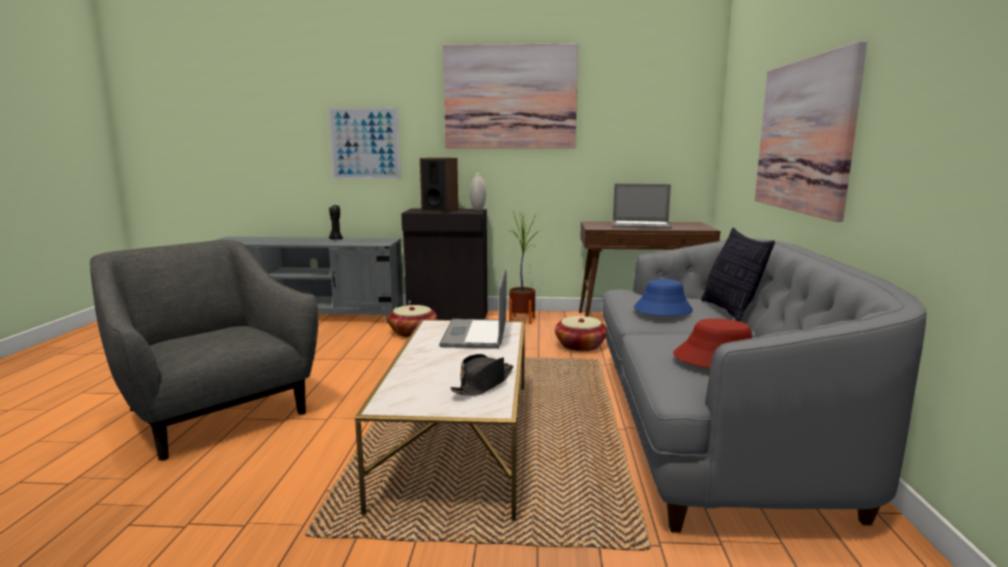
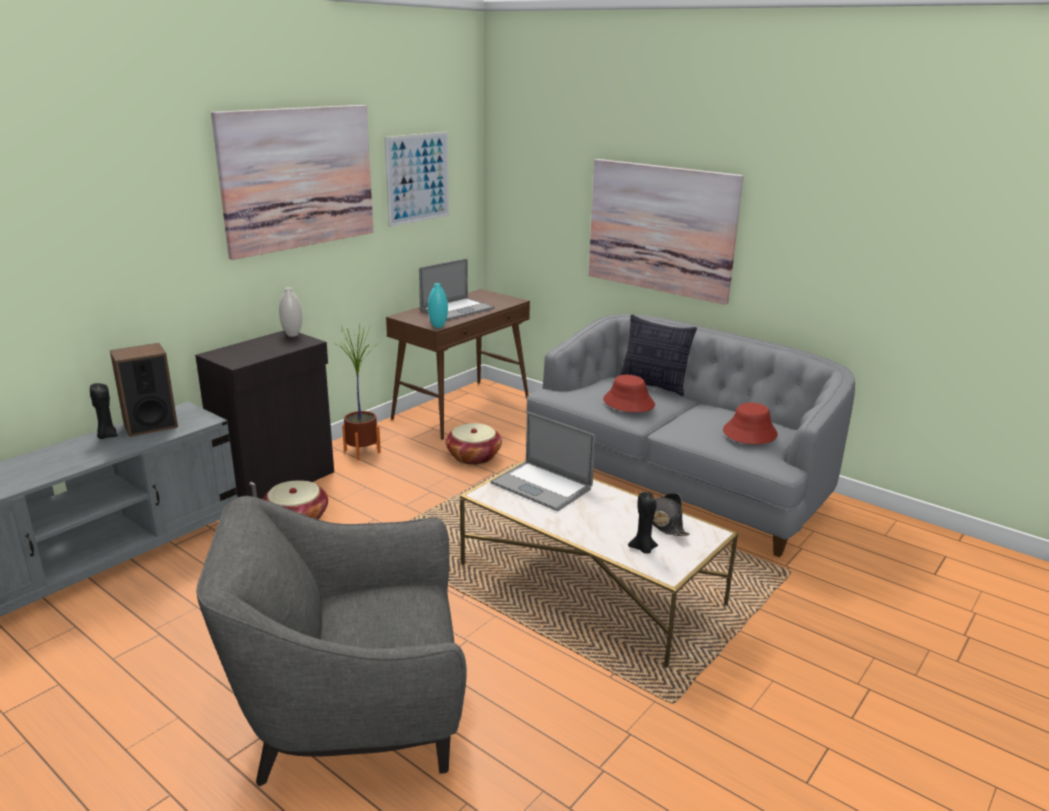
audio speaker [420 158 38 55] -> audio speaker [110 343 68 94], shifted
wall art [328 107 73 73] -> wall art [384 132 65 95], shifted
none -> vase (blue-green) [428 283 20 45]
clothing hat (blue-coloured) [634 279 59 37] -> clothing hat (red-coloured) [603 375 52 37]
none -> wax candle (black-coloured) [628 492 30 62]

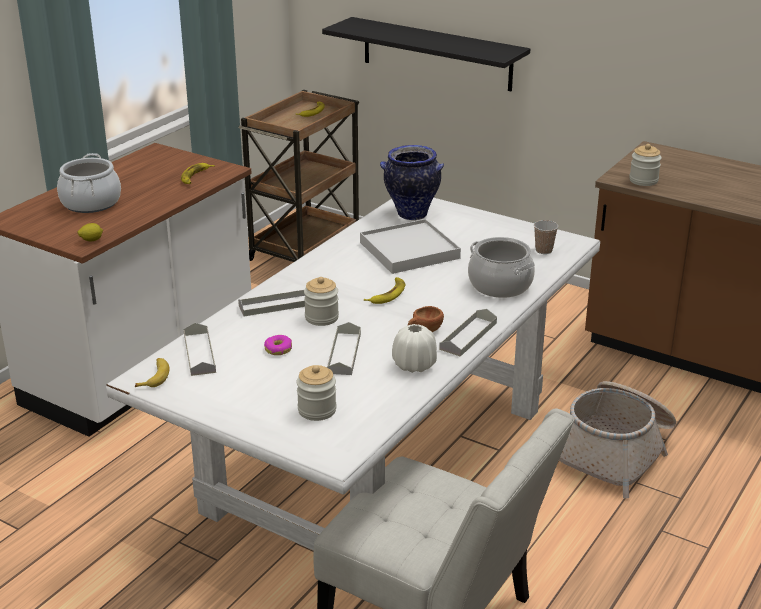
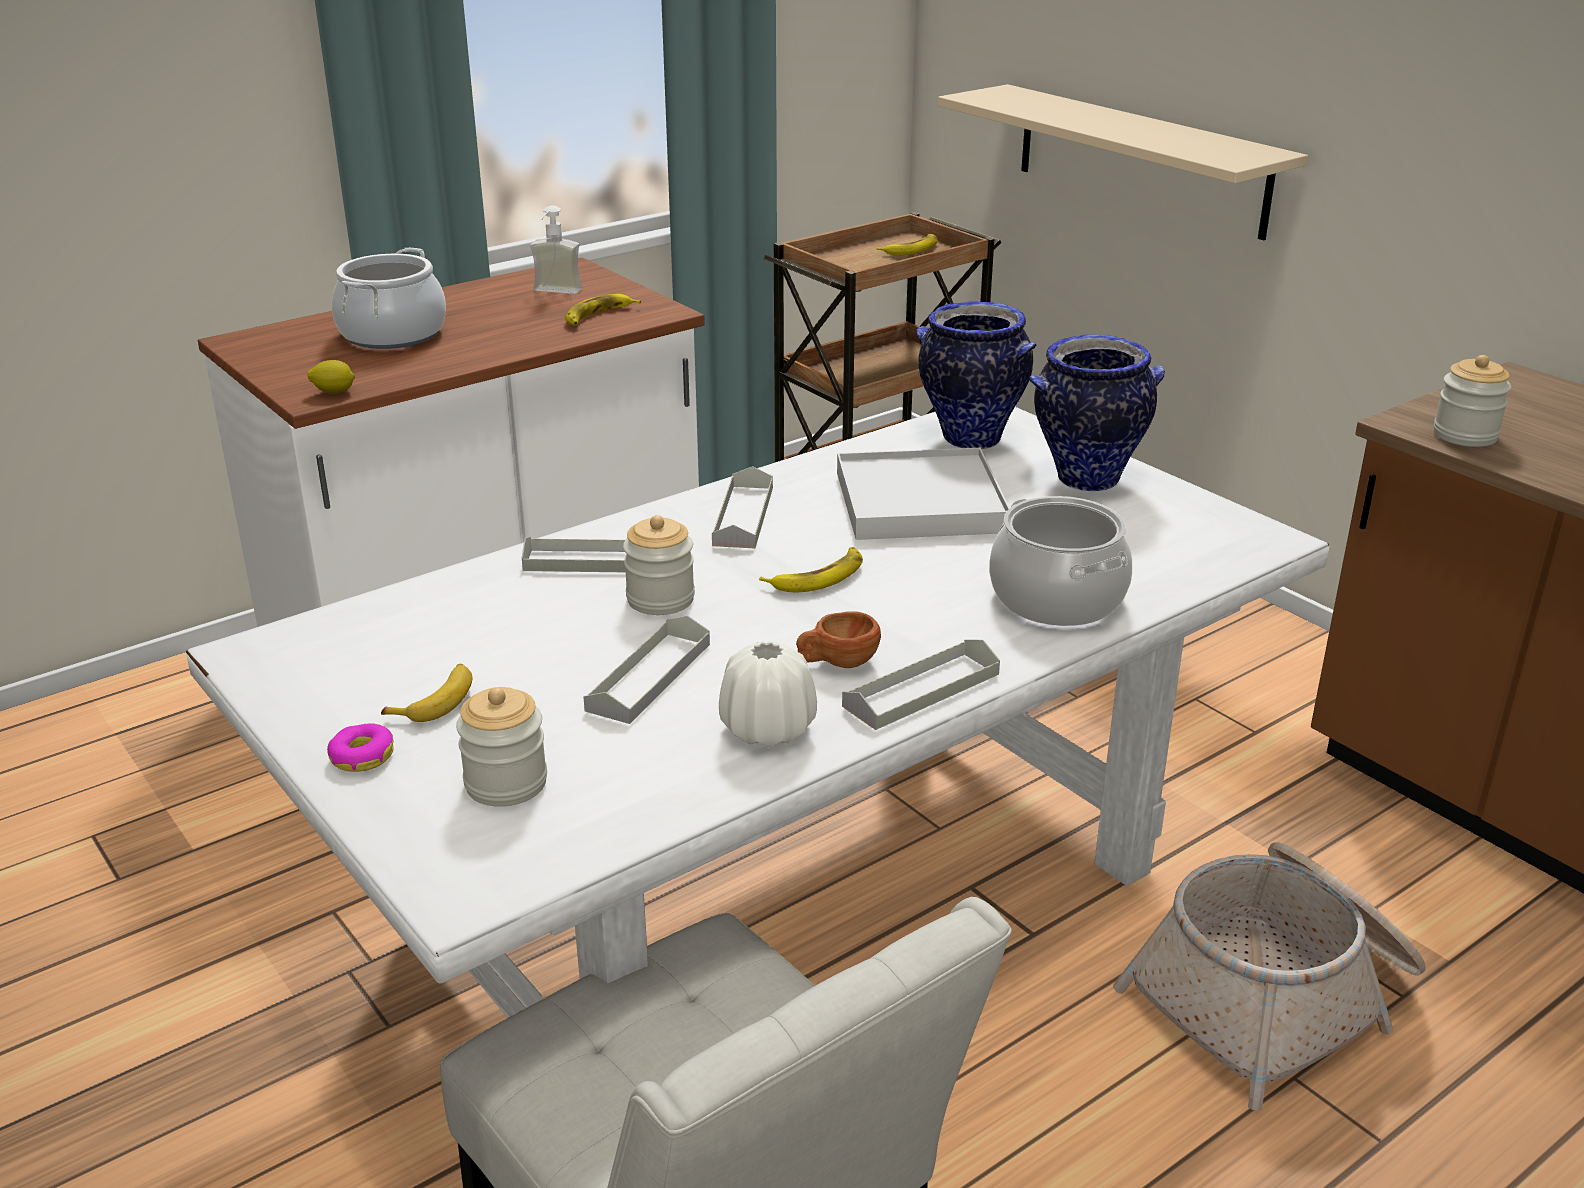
doughnut [264 335 28 20] -> doughnut [327 723 67 49], shifted
banana [135 358 34 29] -> banana [381 664 91 58], shifted
none -> soap dispenser [530 206 52 88]
serving tray (gray) [184 323 32 53] -> serving tray (gray) [712 466 61 83], shifted
wall shelf (black-coloured) [322 17 208 74] -> wall shelf (beige) [937 84 371 156]
none -> vase [1029 334 136 157]
drinking cup [534 220 24 34] -> none

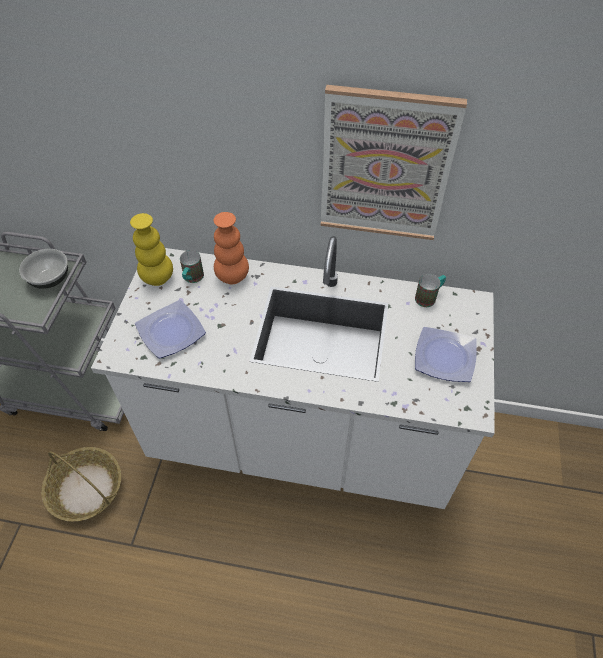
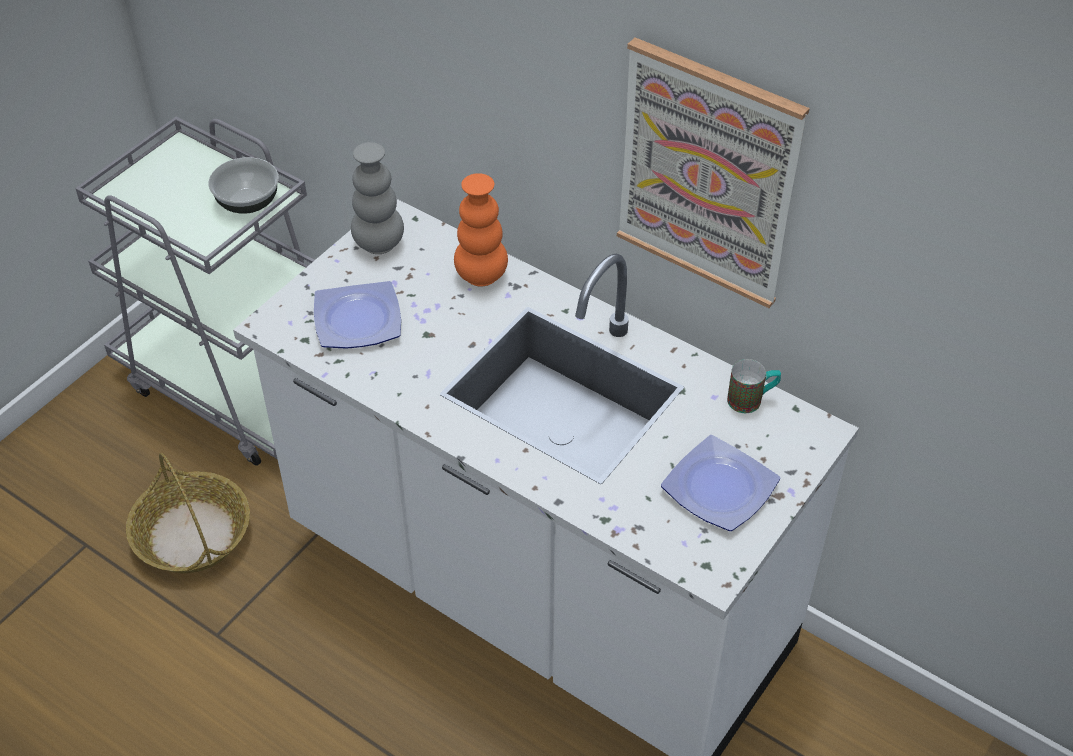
vase (yellow) [130 213 43 73] -> vase (gray) [351 142 53 112]
tea mug [180 250 24 33] -> none

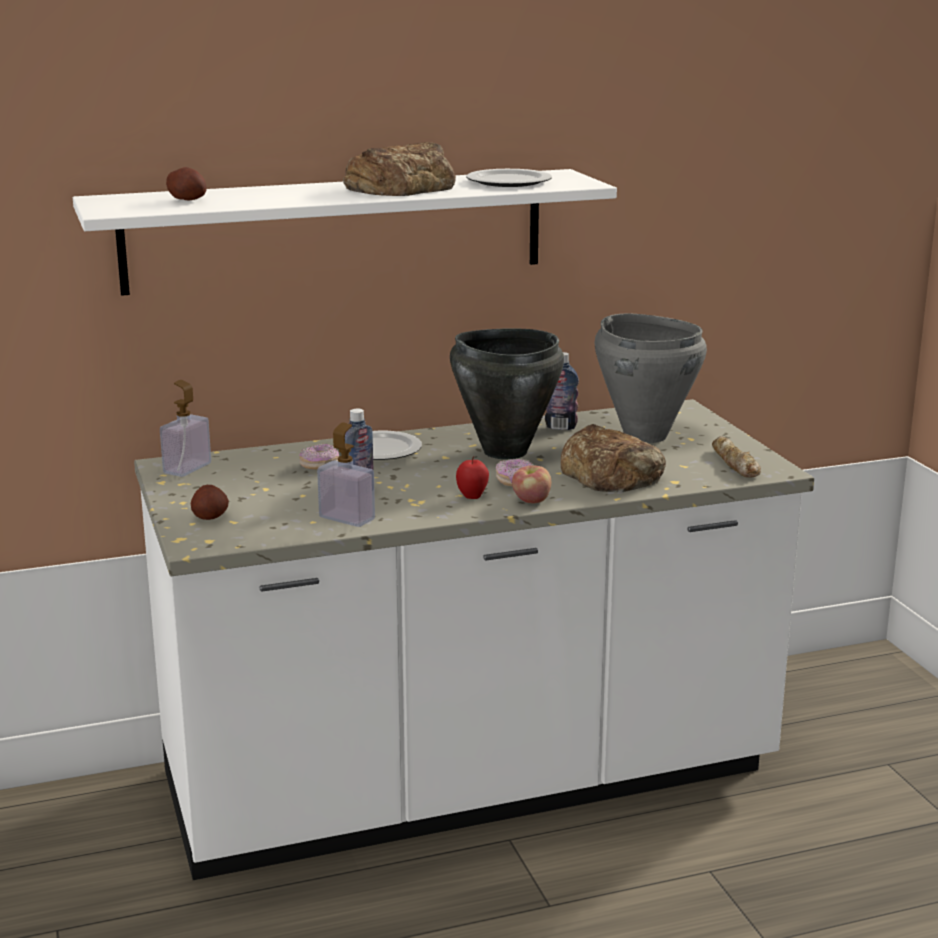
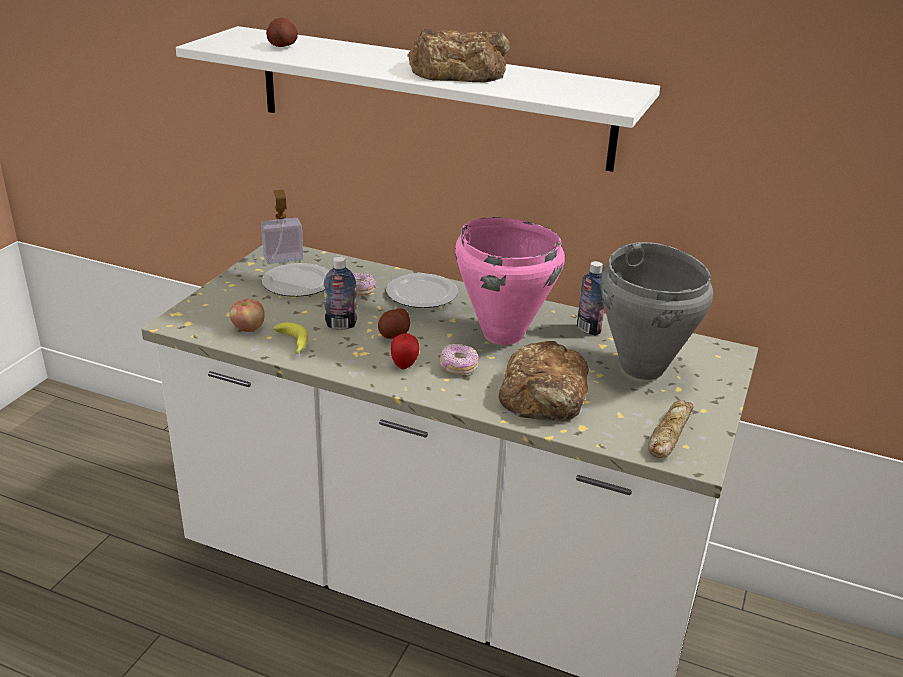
apple [512 465 39 38] -> apple [230 299 35 33], shifted
flat dish [466 169 86 18] -> flat dish [262 263 67 34], shifted
soap dispenser [317 422 58 105] -> banana [273 322 35 32]
potato [191 485 38 35] -> potato [378 308 32 31], shifted
cooking pot (black-coloured) [450 328 114 131] -> cooking pot (pinkish) [455 217 110 128]

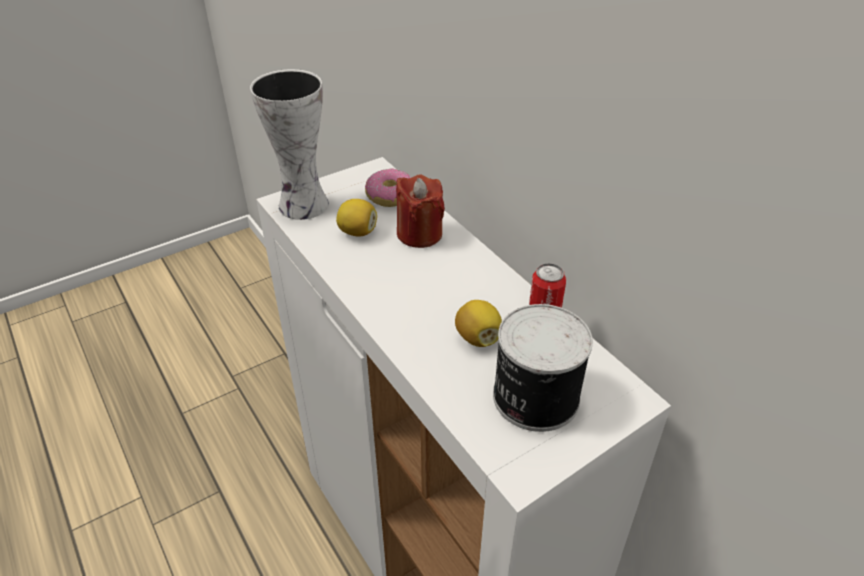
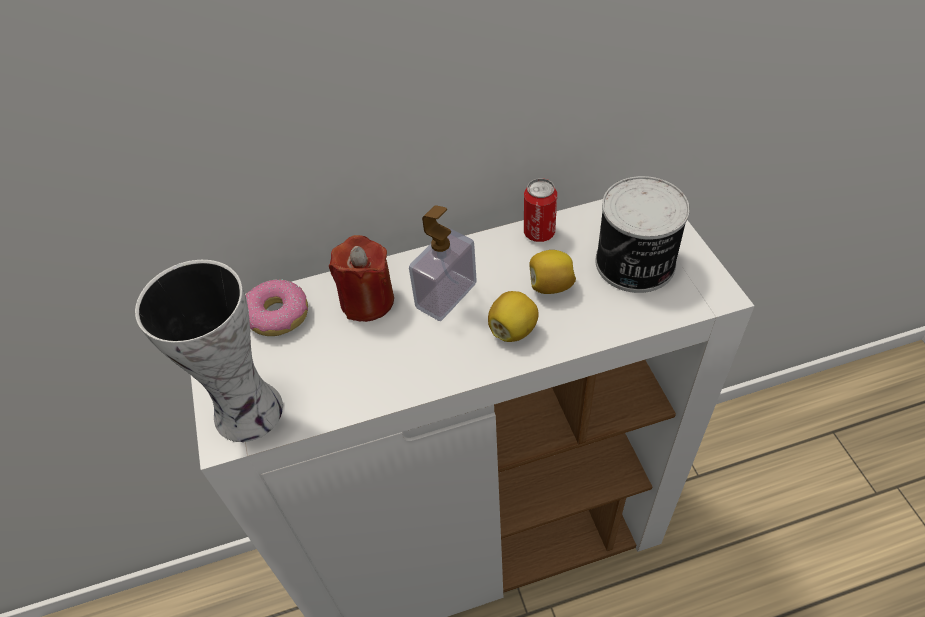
none -> soap dispenser [409 205 68 116]
lemon [336 199 41 38] -> lemon [488 291 51 51], shifted

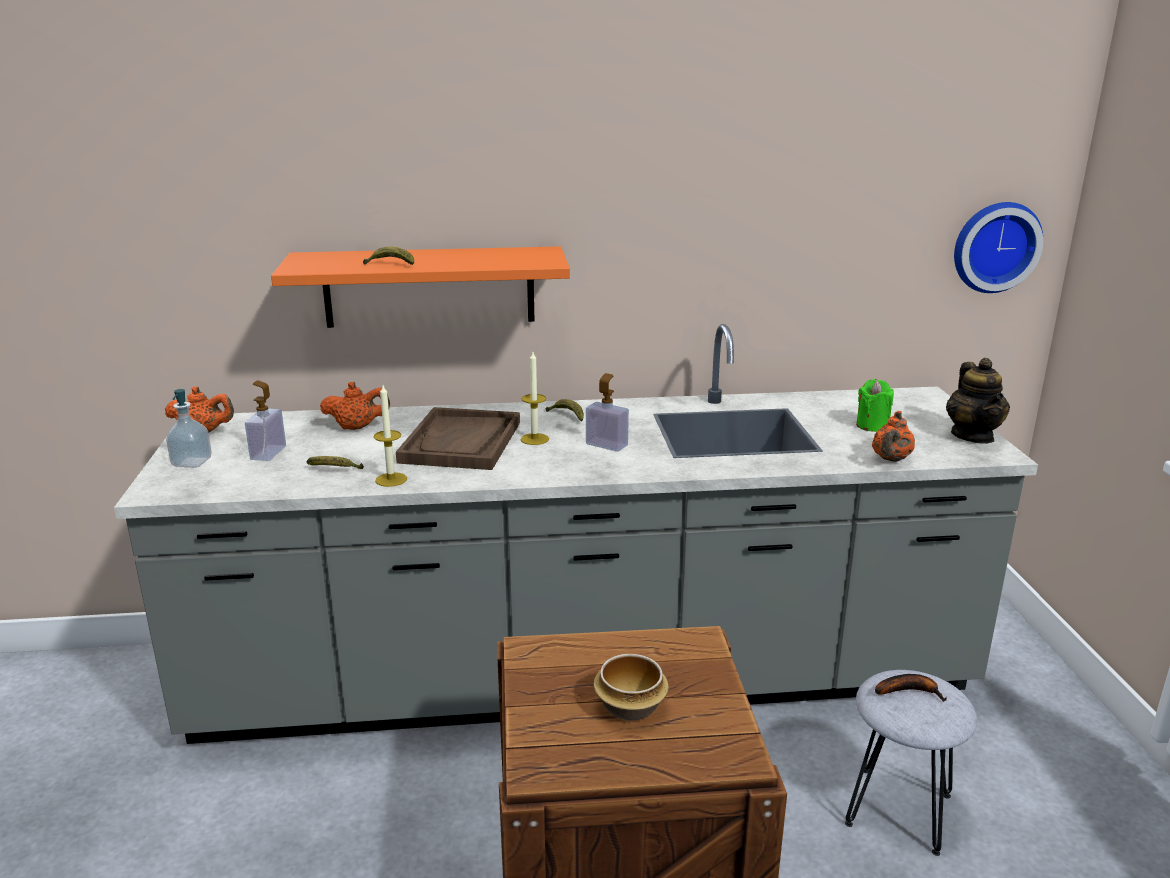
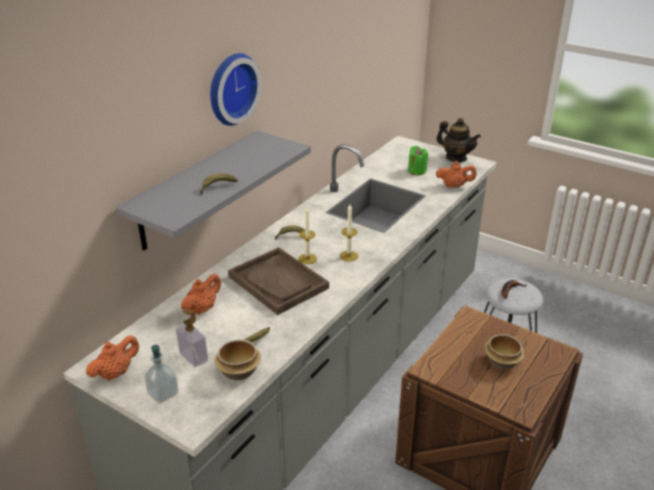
wall shelf (orangey) [271 246 299 82] -> wall shelf (gray) [116 130 195 121]
clock on the wall [954 202 89 91] -> clock on the wall [210 53 52 73], shifted
none -> deep dish [214 339 47 42]
wax candle [374 385 33 102] -> wax candle [340 205 18 57], shifted
teapot (orangey) [872 411 43 51] -> teapot (orangey) [436 161 40 27], 60 degrees counterclockwise
soap dispenser [586 373 43 79] -> none

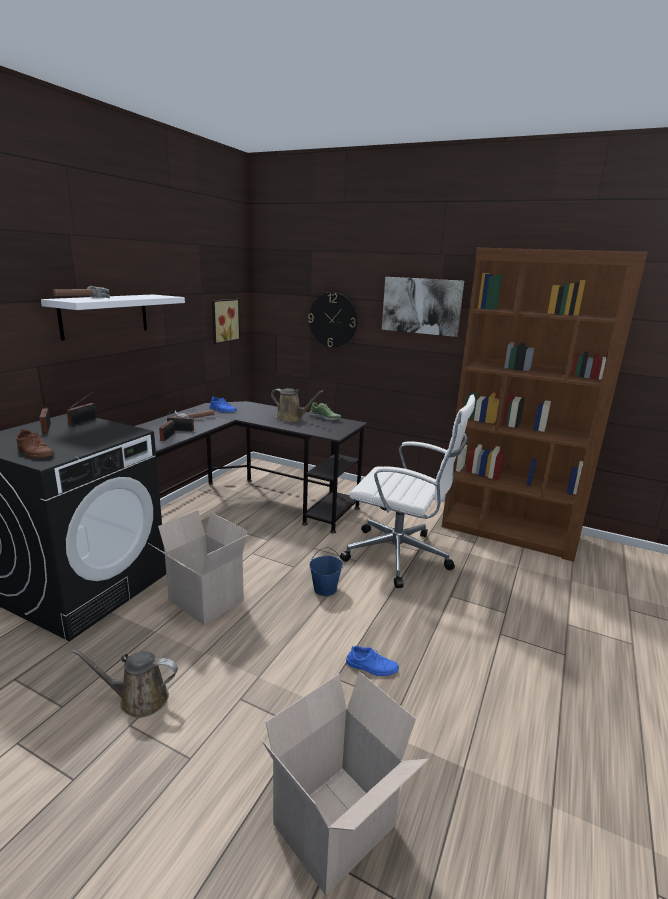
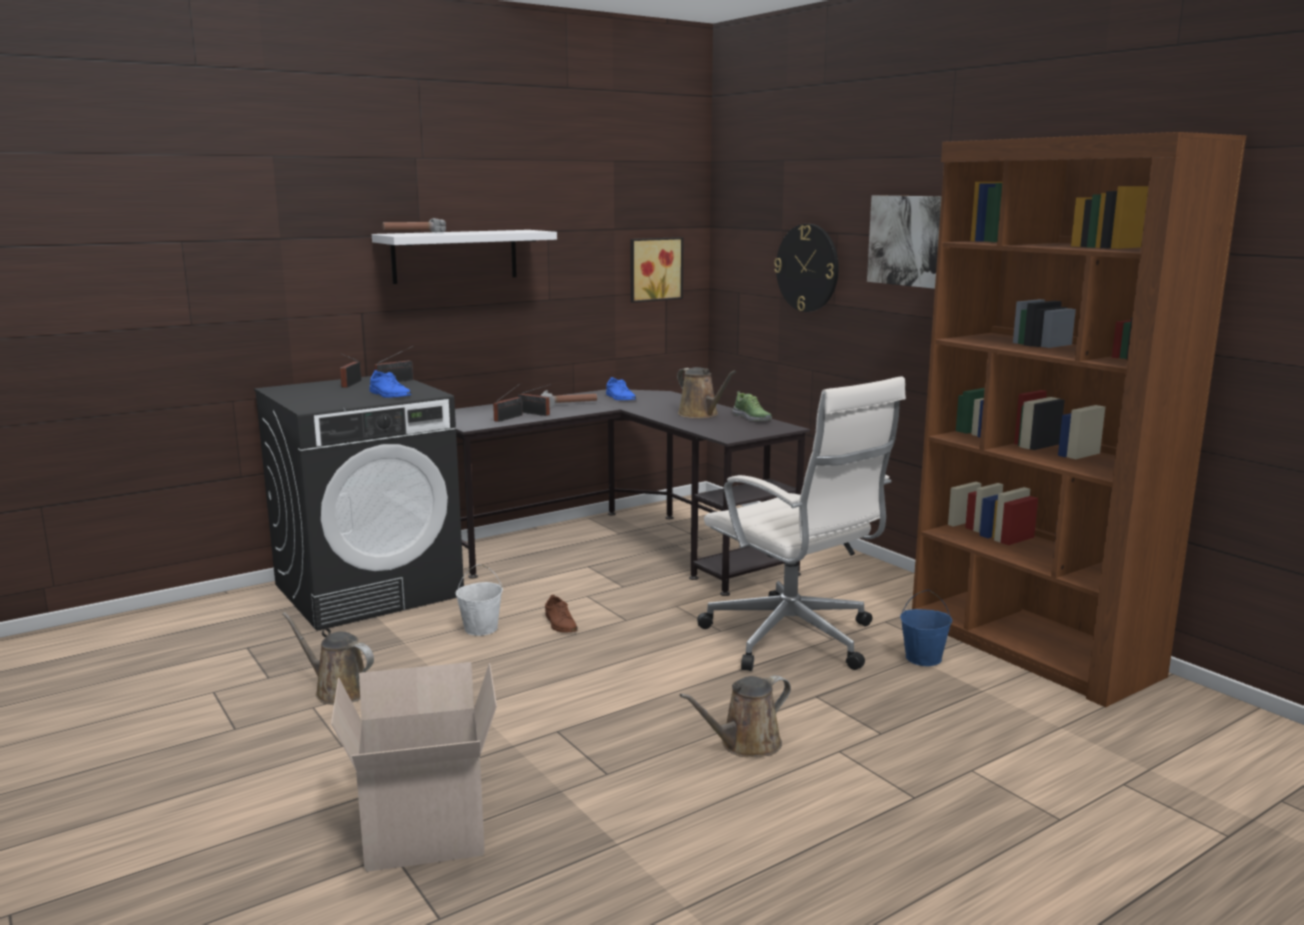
shoe (blue-coloured) [346 646 53 30] -> shoe (blue-coloured) [370 370 41 28], shifted
cardboard box [148 510 100 115] -> water bucket (white-coloured) [456 564 47 72]
shoe (brown-coloured) [16 429 38 29] -> shoe (brown-coloured) [545 594 32 38], shifted
none -> sprinkling can (brown-coloured) [680 675 111 82]
water bucket (blue-coloured) [310 547 33 49] -> water bucket (blue-coloured) [900 590 52 76], shifted

